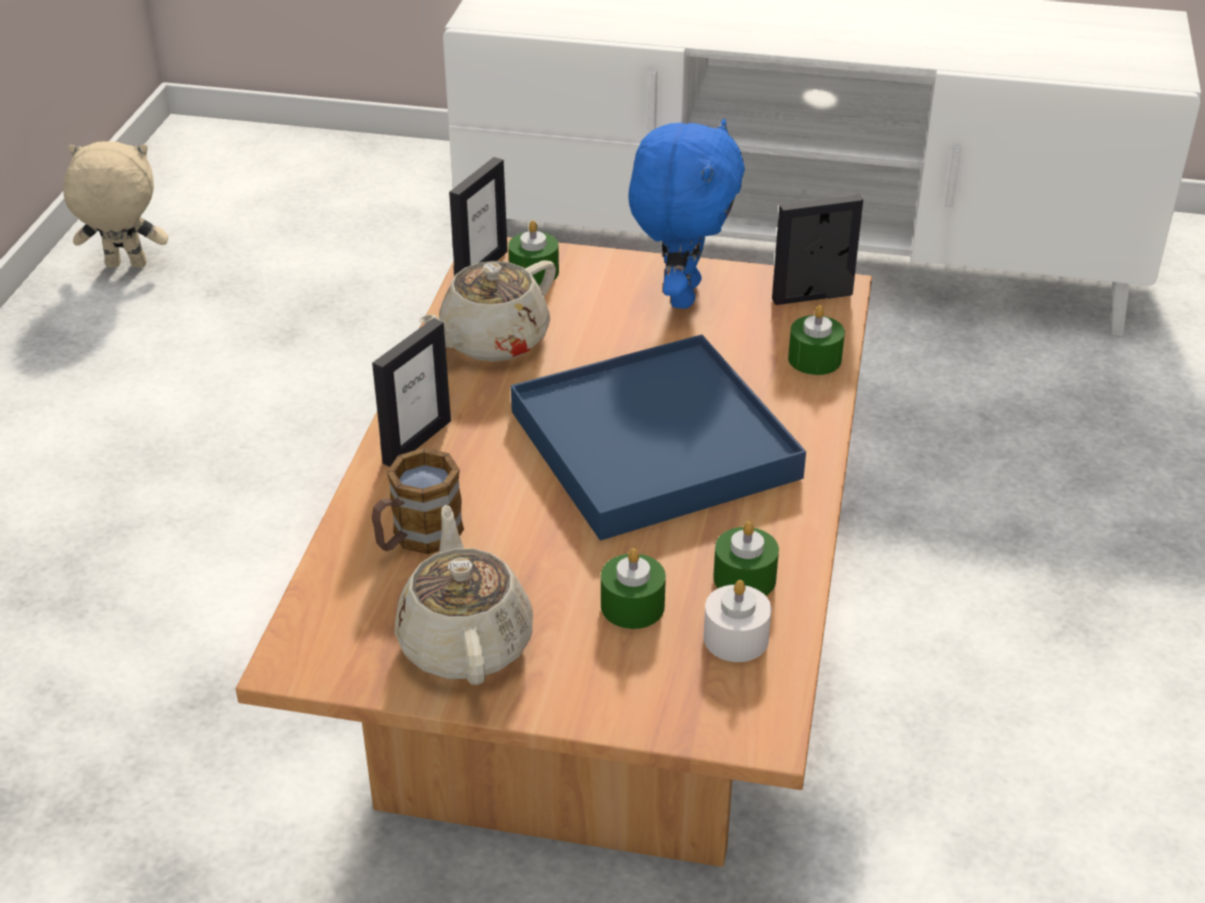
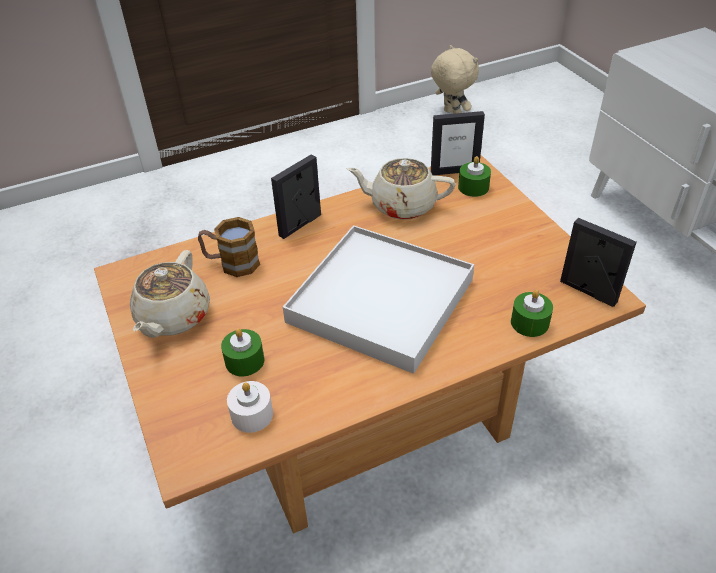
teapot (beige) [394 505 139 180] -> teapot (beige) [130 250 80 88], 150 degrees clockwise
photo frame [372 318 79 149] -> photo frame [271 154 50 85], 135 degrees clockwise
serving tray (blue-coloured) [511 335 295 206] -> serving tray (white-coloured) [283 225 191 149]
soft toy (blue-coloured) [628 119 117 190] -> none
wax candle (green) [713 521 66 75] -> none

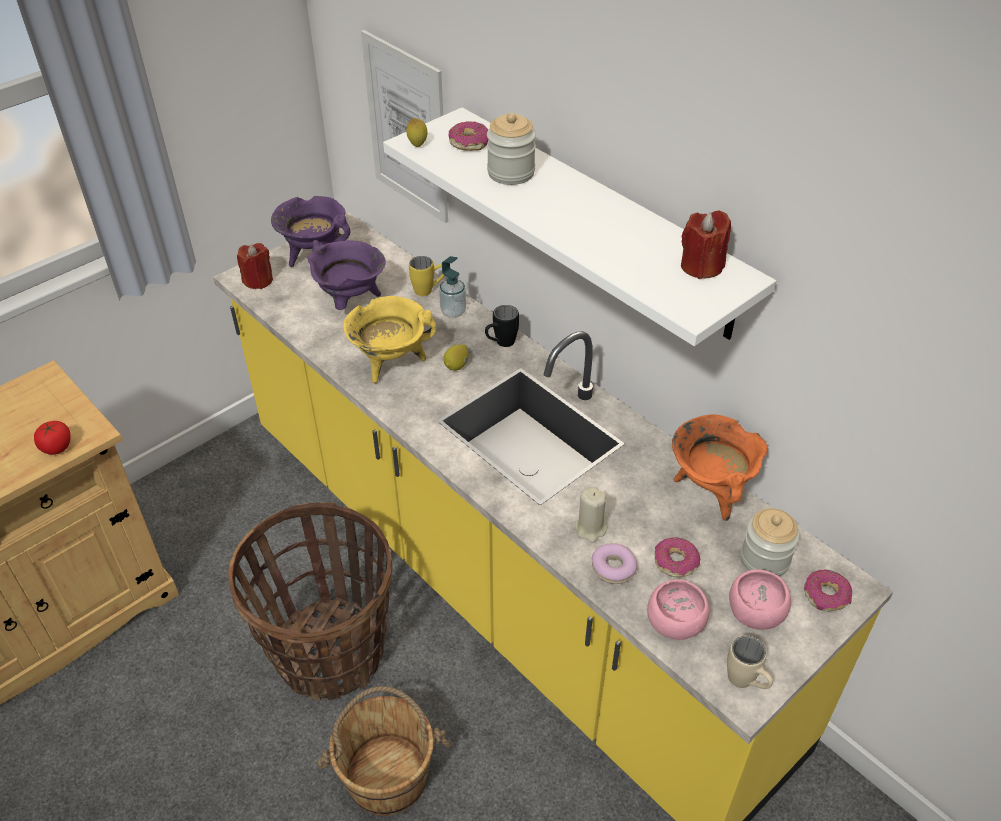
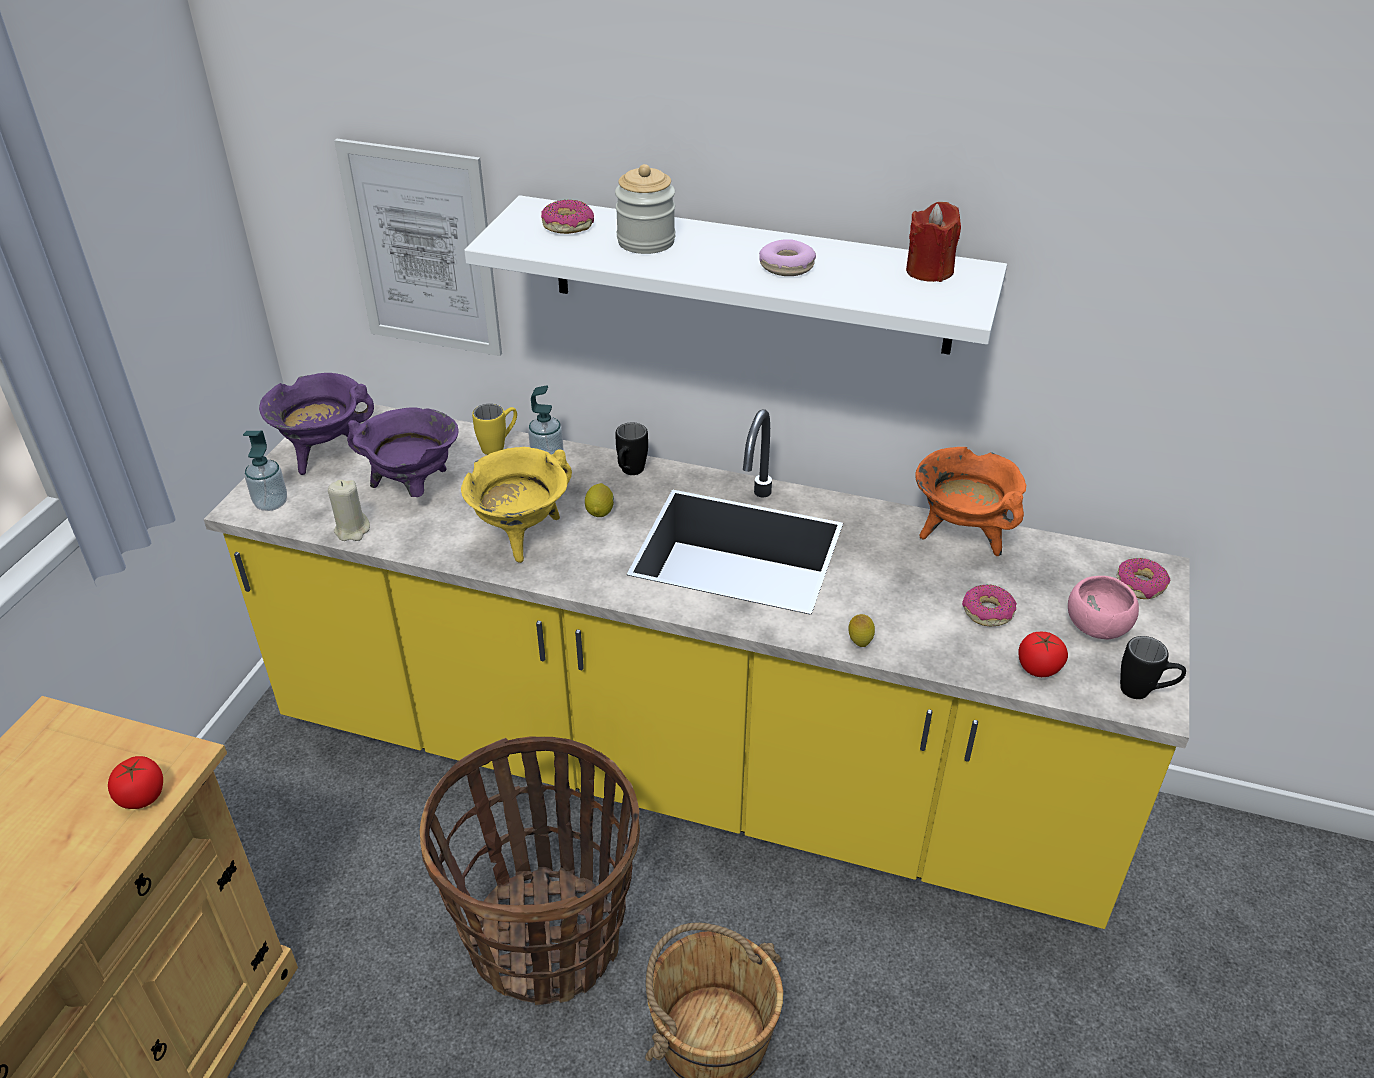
wax candle (red-coloured) [237 243 36 46] -> soap dispenser [243 431 44 80]
wax candle (beige) [575 487 33 56] -> wax candle (beige) [328 479 42 62], shifted
doughnut [592 543 45 41] -> doughnut [759 239 57 37], shifted
lemon [406 118 22 29] -> lemon [848 614 27 33], shifted
deep dish (pinkish) [647 579 62 61] -> fresh tomato [1018 632 50 45]
tea mug (beige) [727 635 46 54] -> tea mug (black-coloured) [1120 636 66 63]
preserve jar [741 508 58 69] -> none

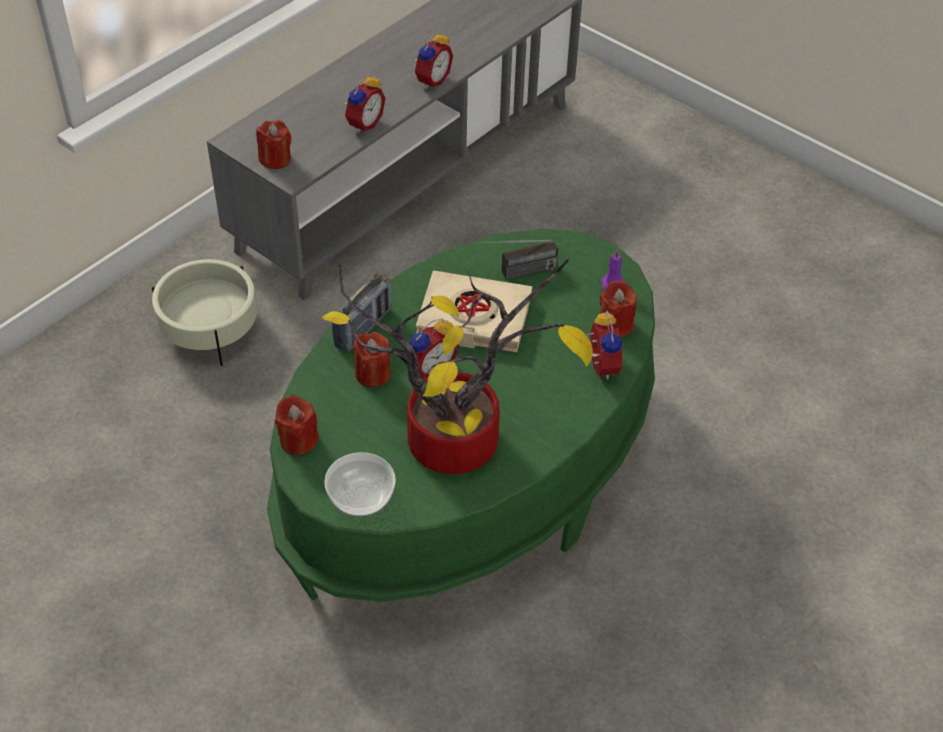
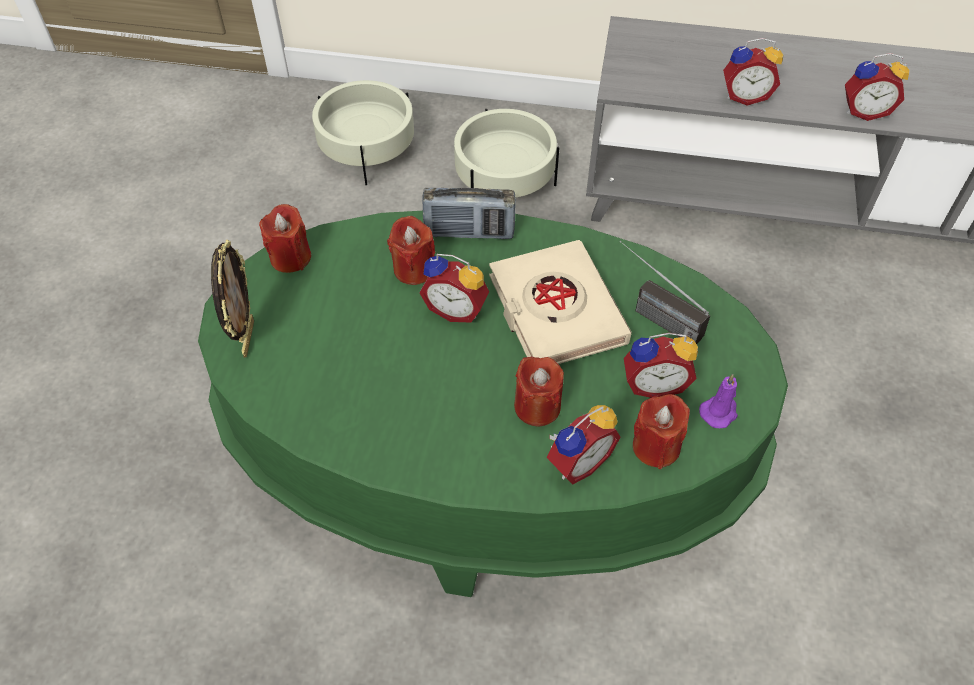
deep dish [324 452 72 65] -> photo frame [211 240 43 118]
none -> flower pot (beige) [312 80 102 105]
wax candle (red-coloured) [256 120 35 49] -> wax candle (red-coloured) [514 357 50 70], shifted
none -> alarm clock [624 333 74 65]
potted plant [321 258 272 216] -> none

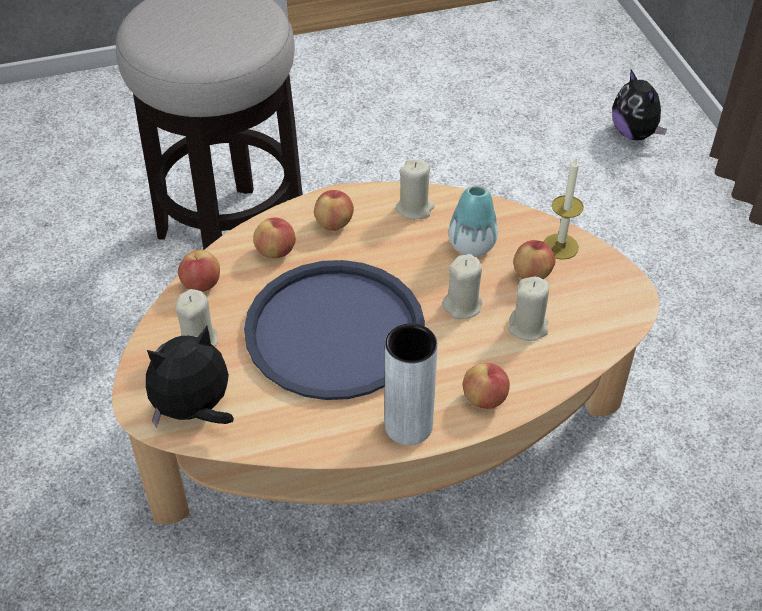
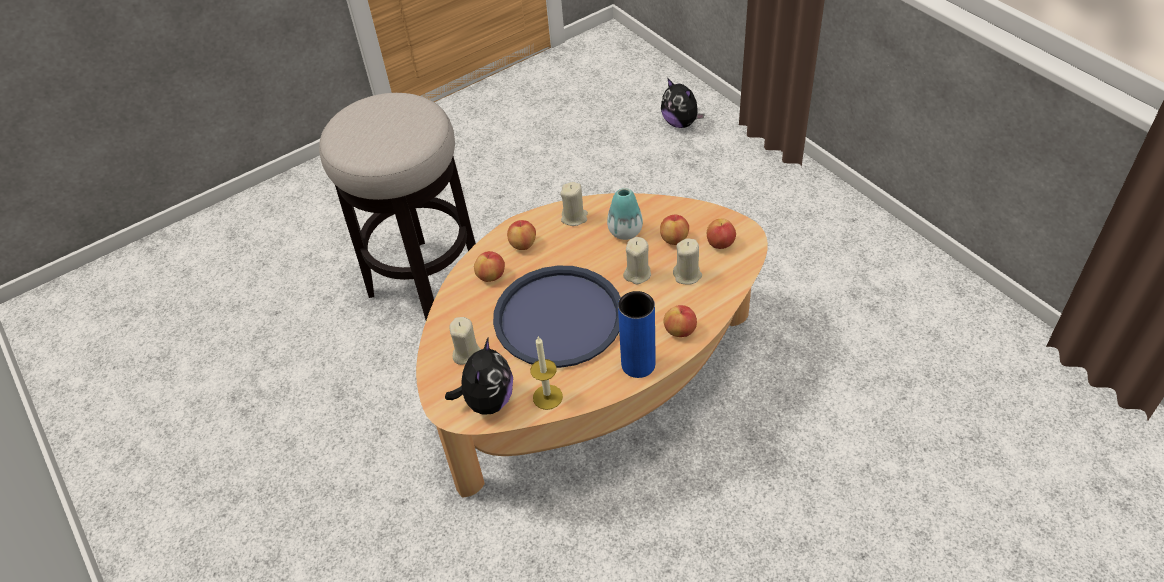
soft toy [146 326 88 102] -> soft toy [445 337 68 78], 150 degrees clockwise
wax candle [544 158 40 102] -> wax candle [530 337 33 73], shifted
vase (gray) [385 323 53 122] -> vase (blue-coloured) [618 291 38 87]
apple [178 250 42 42] -> apple [707 219 29 30], shifted

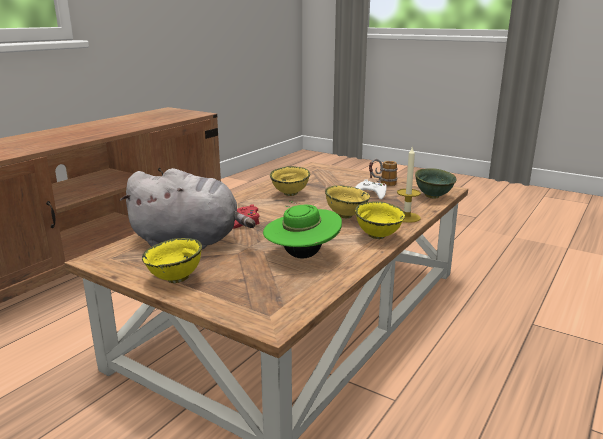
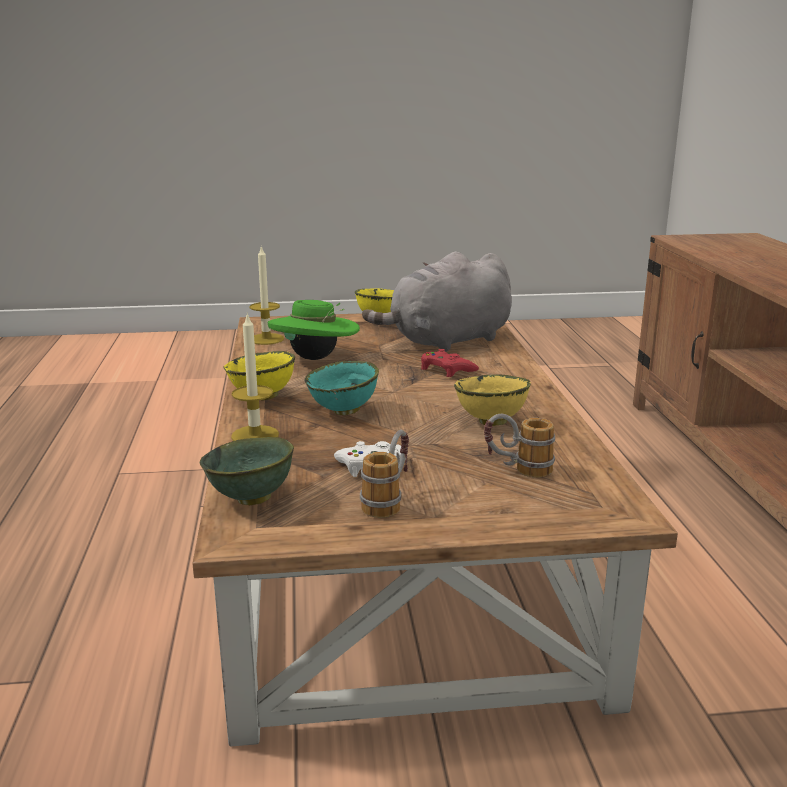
none -> wax candle [250 245 34 100]
deep dish (yellow) [325 185 45 33] -> deep dish (blue-green) [305 361 74 54]
none -> tea mug [484 414 71 64]

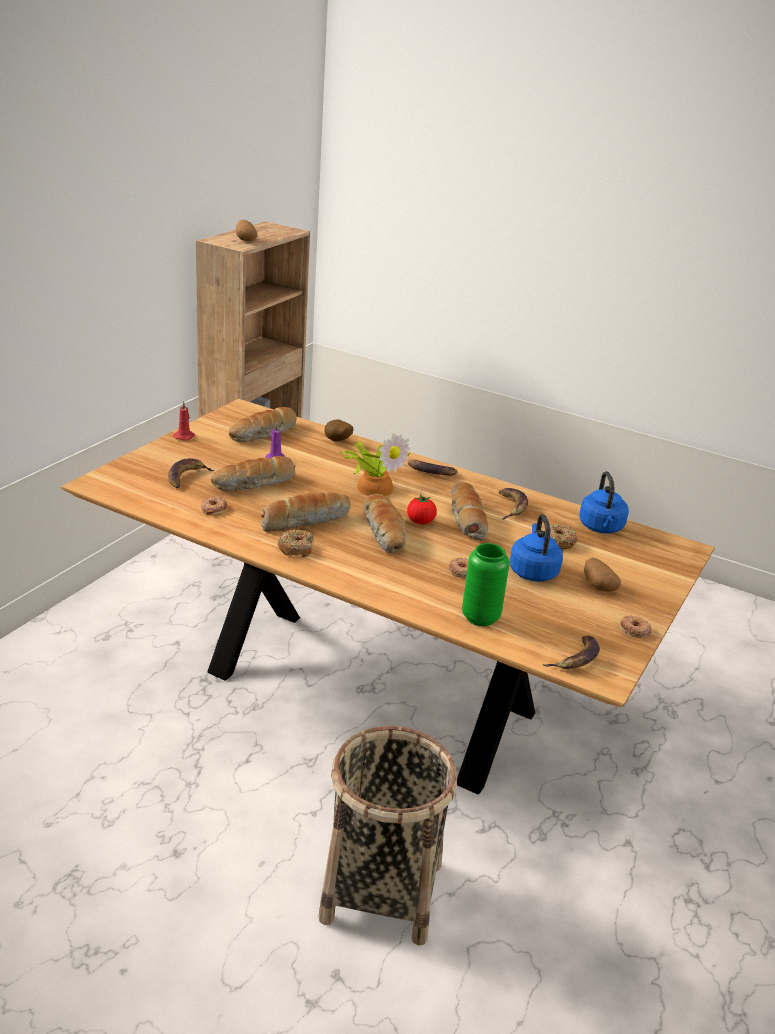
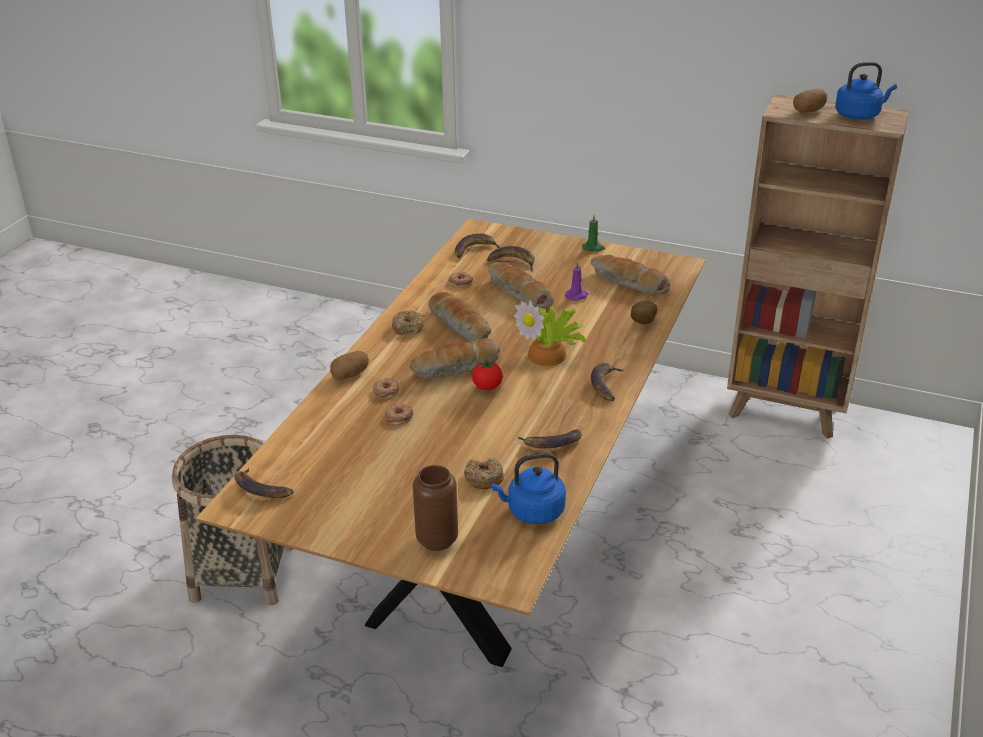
potato [584 558 37 34] -> potato [330 351 39 29], shifted
doughnut [620 615 32 23] -> doughnut [373 378 27 21], shifted
none -> vase (brown-coloured) [413 465 45 86]
none -> banana [455 233 46 25]
wax candle (red-coloured) [173 401 22 40] -> wax candle (green) [582 214 23 37]
kettle (blue-coloured) [510 514 53 68] -> kettle (blue-coloured) [835 62 62 58], shifted
bread [451 481 37 60] -> none
vase (green) [462 543 48 83] -> none

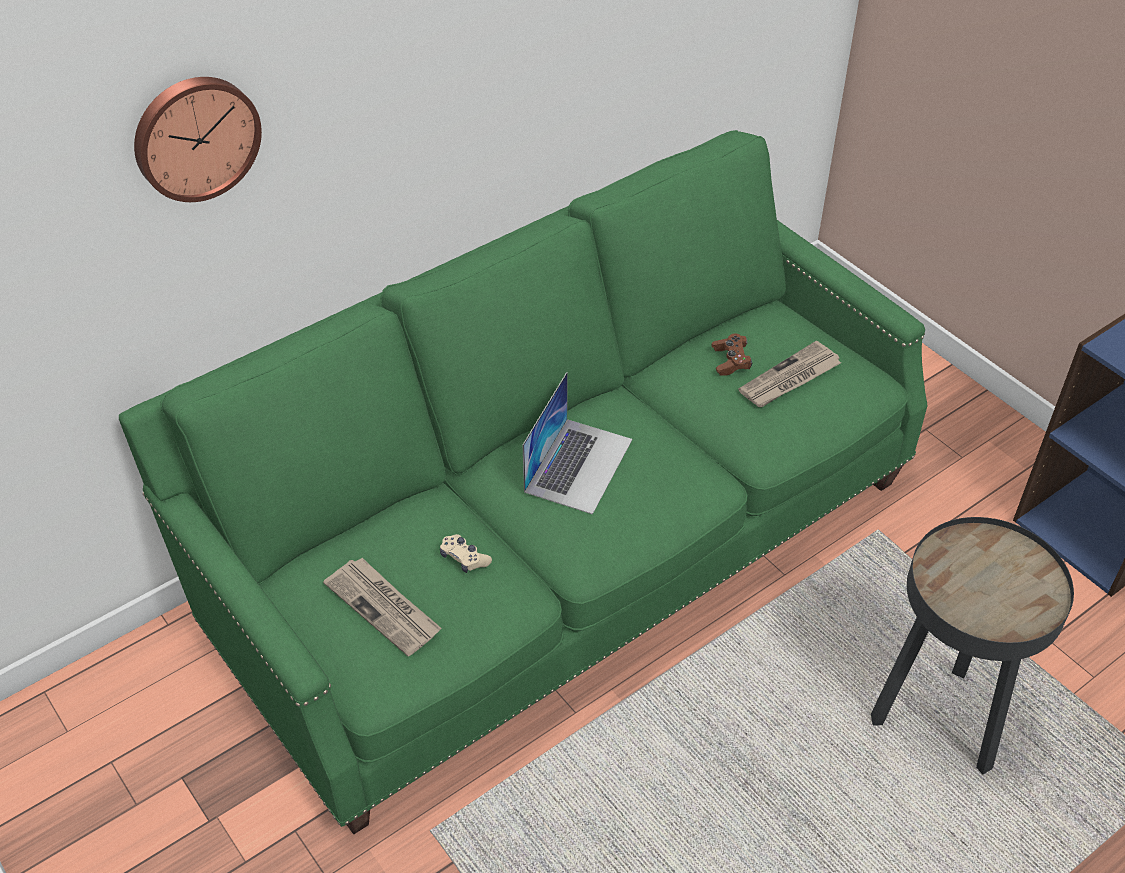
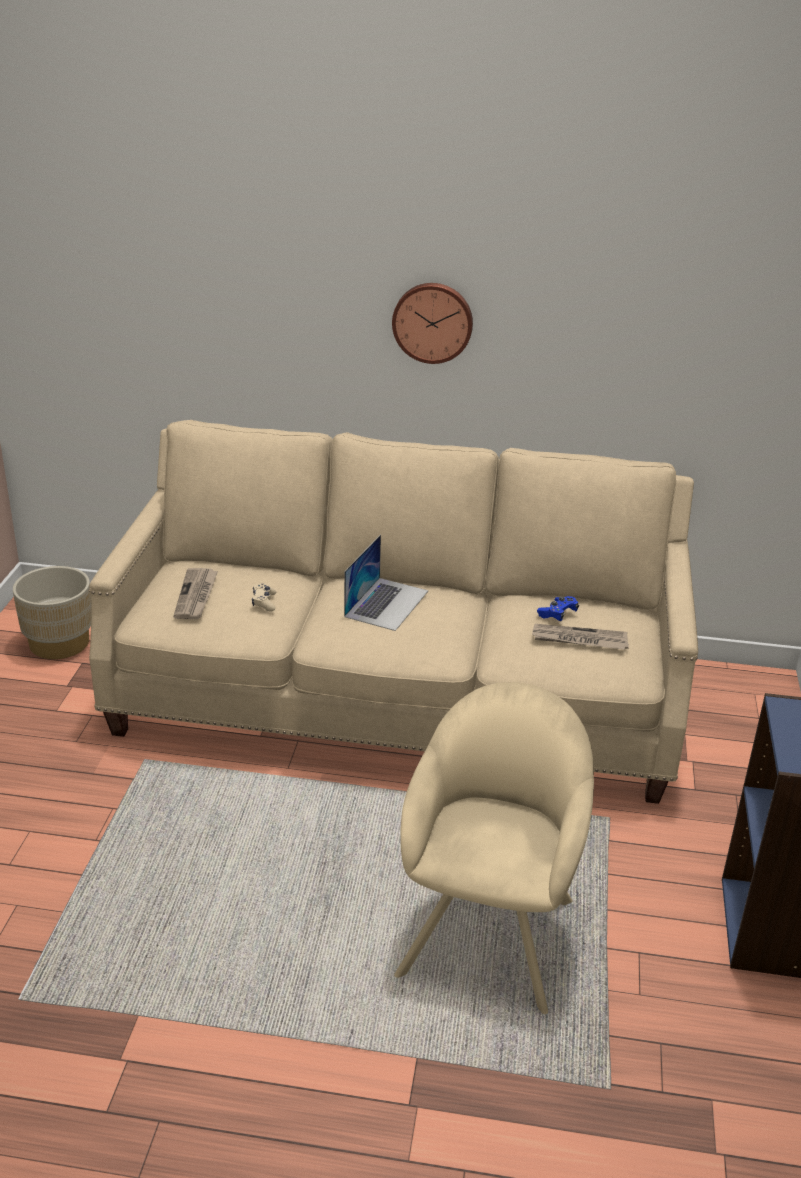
none -> flower pot (beige) [13 566 78 93]
sofa (green) [119 130 808 704] -> sofa (beige) [89 420 609 384]
portable computer [523 372 109 143] -> portable computer [344 534 84 97], 45 degrees counterclockwise
clock on the wall [134 77 128 125] -> clock on the wall [392 283 81 81], shifted
accent table (black-coloured) [871 517 203 257] -> easy chair (beige) [394 682 200 332]
joypad (brown-coloured) [712 334 40 42] -> joypad (blue-coloured) [537 596 42 25]

